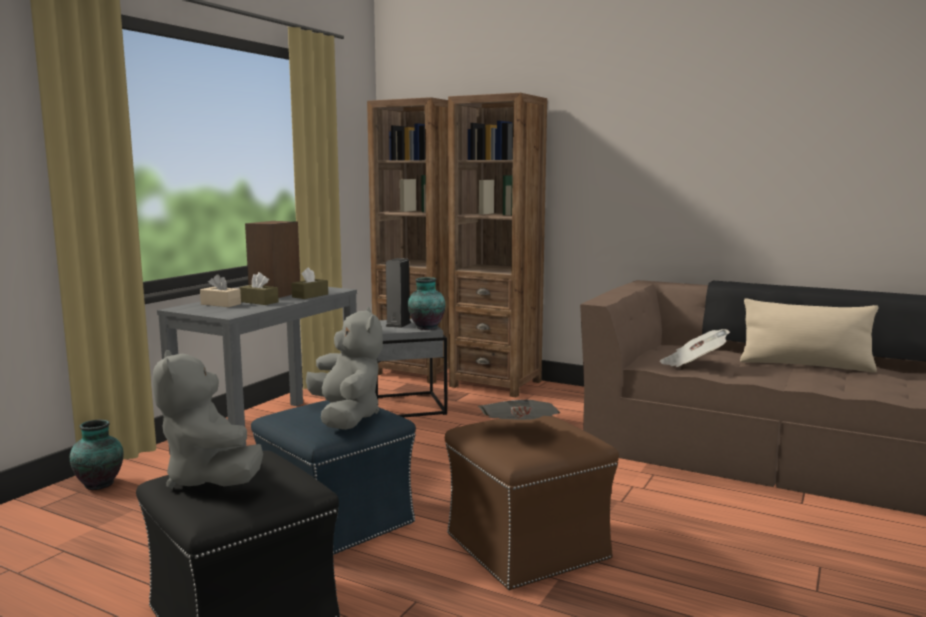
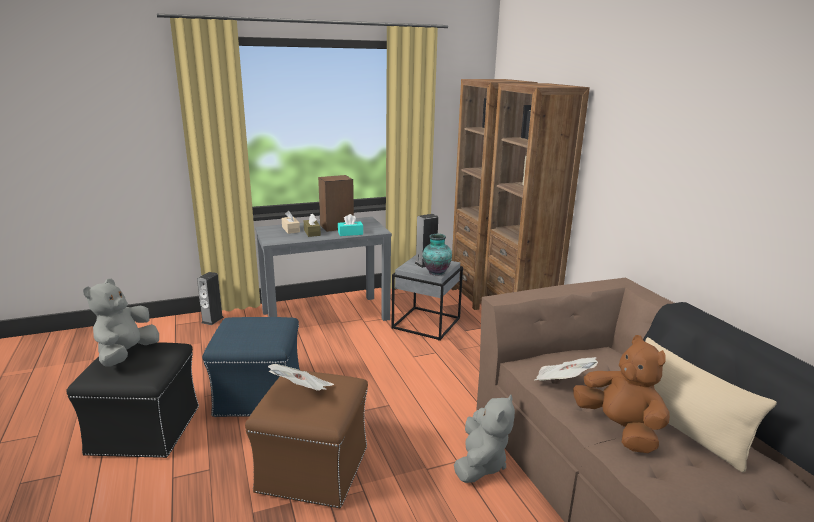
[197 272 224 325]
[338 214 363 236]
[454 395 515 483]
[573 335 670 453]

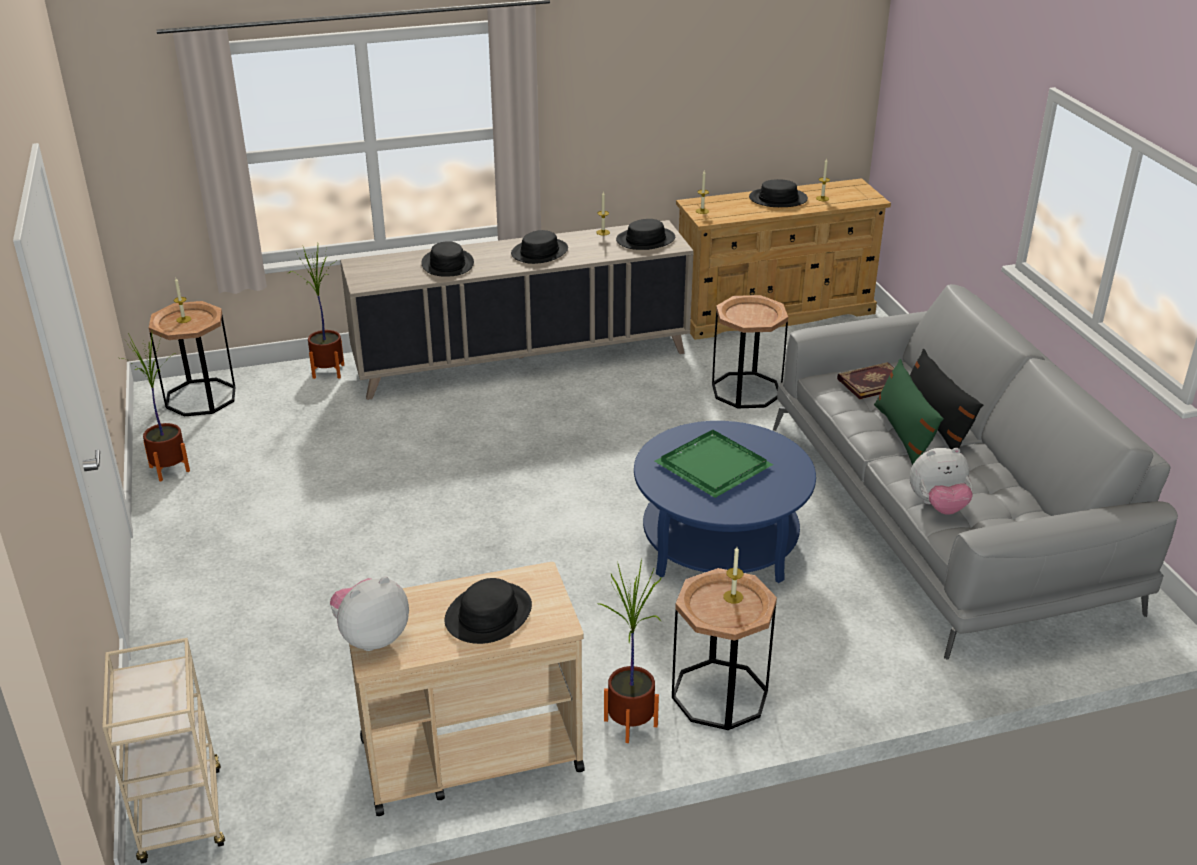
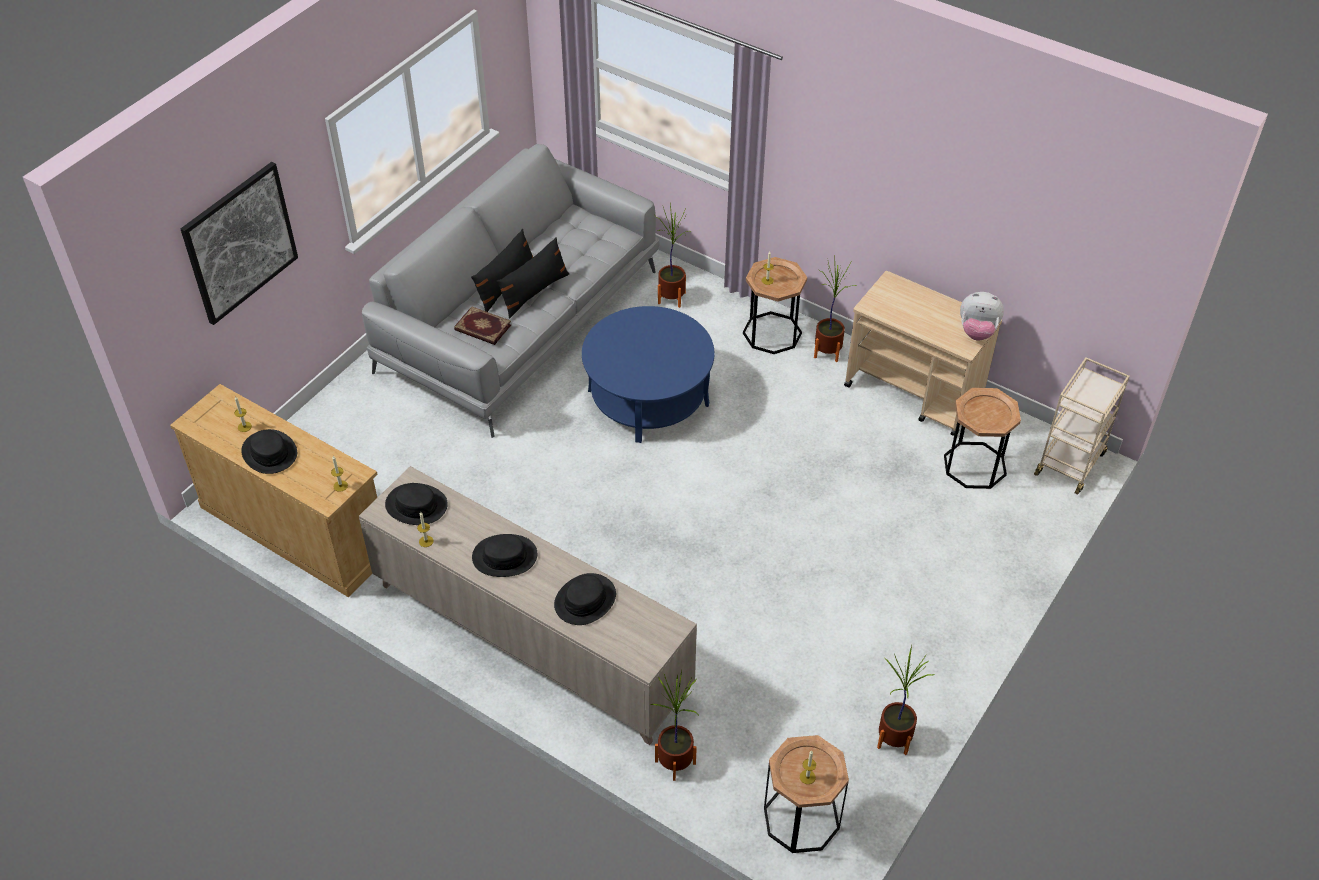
[181 162 298 325]
[496 237 569 318]
[655 202 688 308]
[944 388 1021 489]
[445 578 532 644] (first image)
[655 430 773 498] (first image)
[910 448 973 515] (first image)

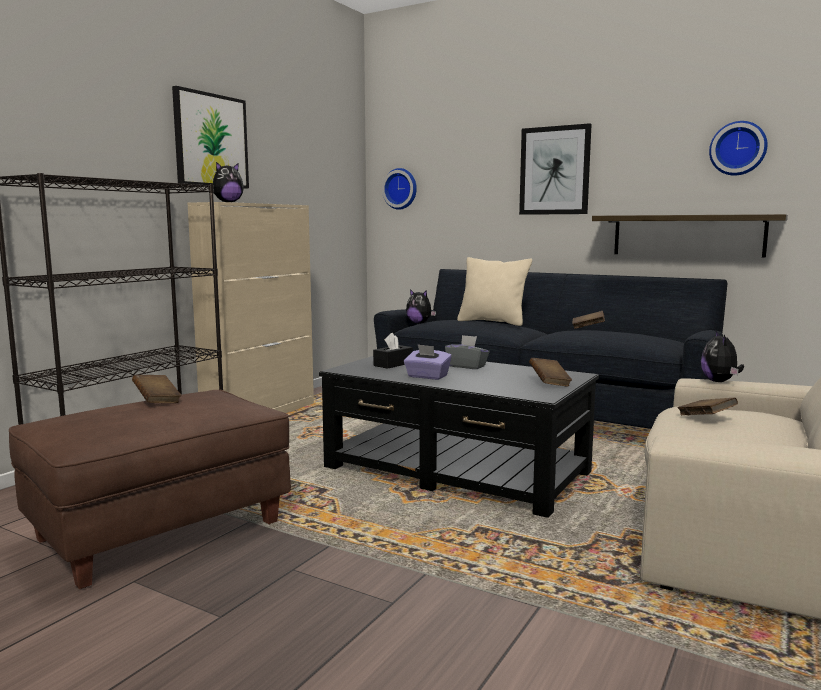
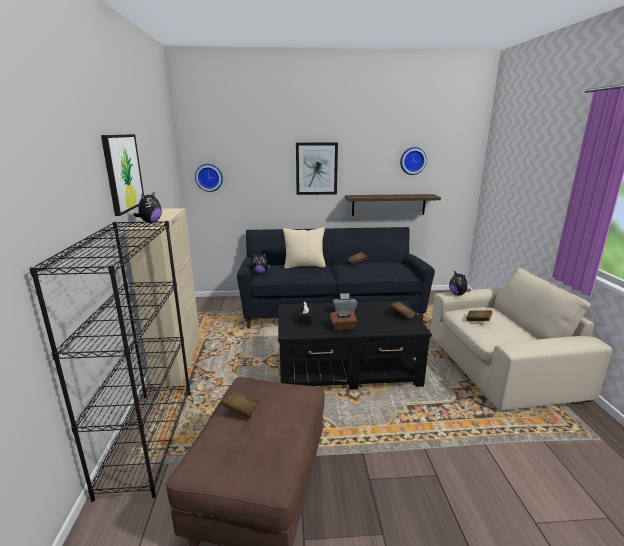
[330 310 357 330]

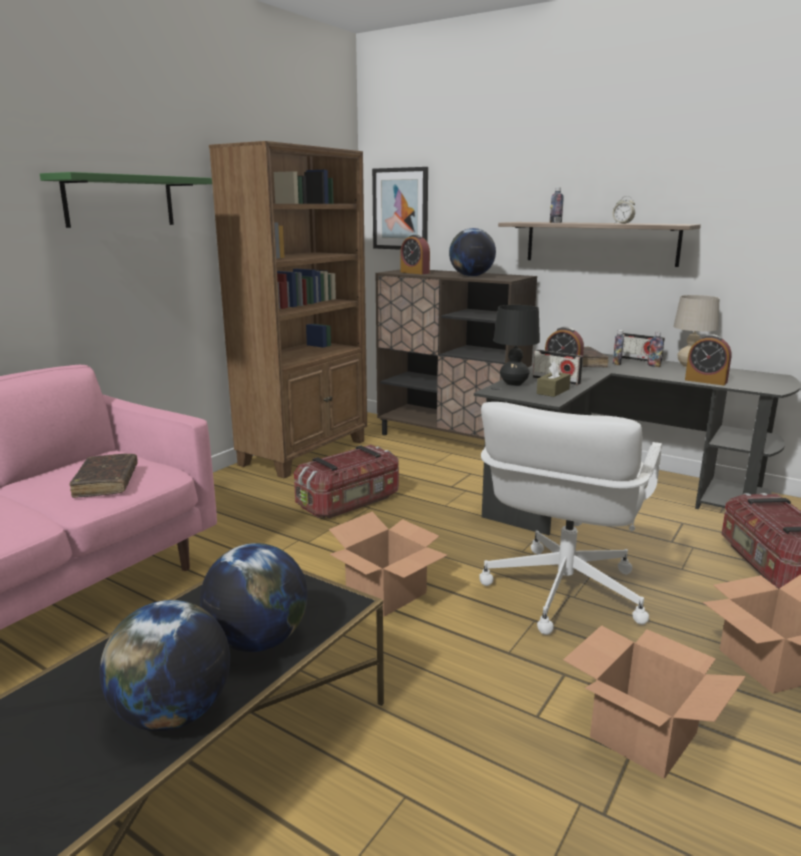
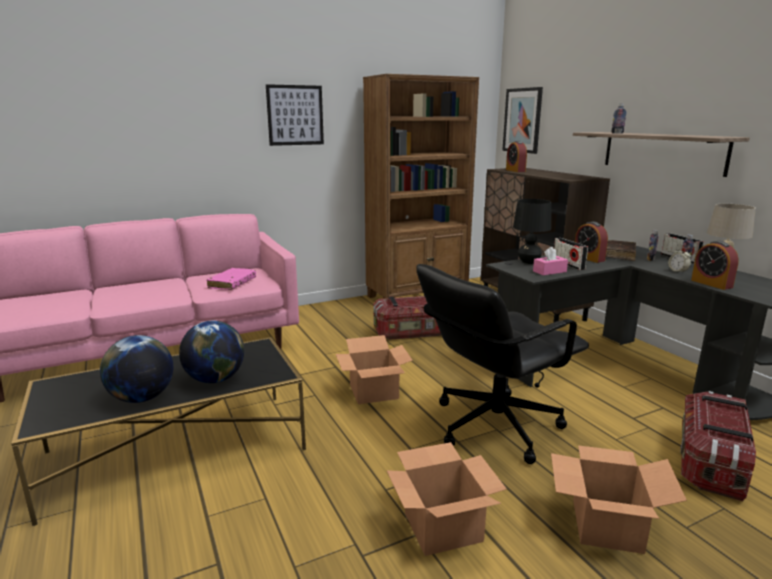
[206 268 256 290]
[266 84 324 146]
[416 264 589 464]
[533 247 568 275]
[668 248 691 272]
[449 228 496 277] (first image)

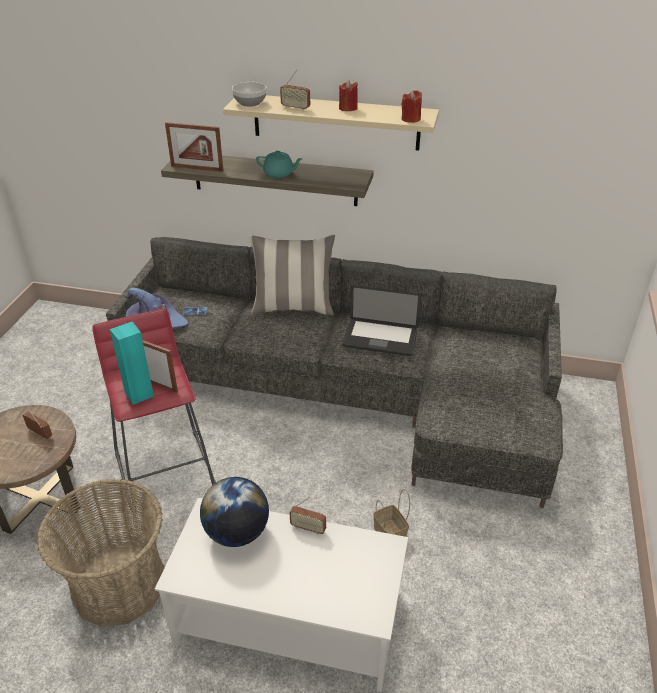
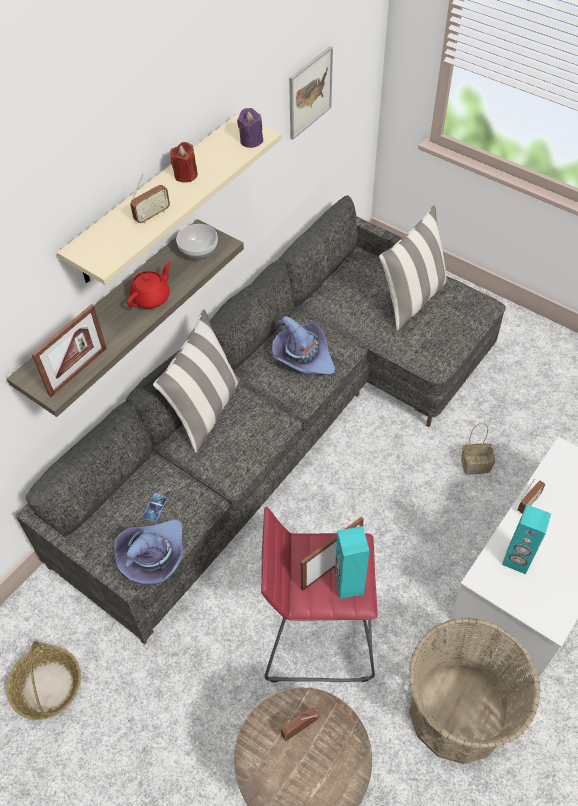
[7 641 81 720]
[127 262 171 309]
[176 224 218 260]
[237 108 263 148]
[272 316 335 376]
[289 46 333 140]
[379 205 448 331]
[502 505 551 574]

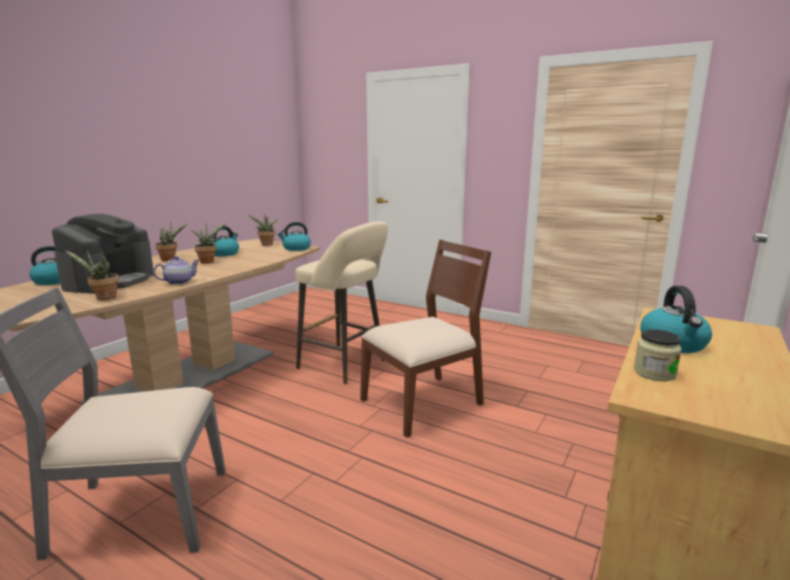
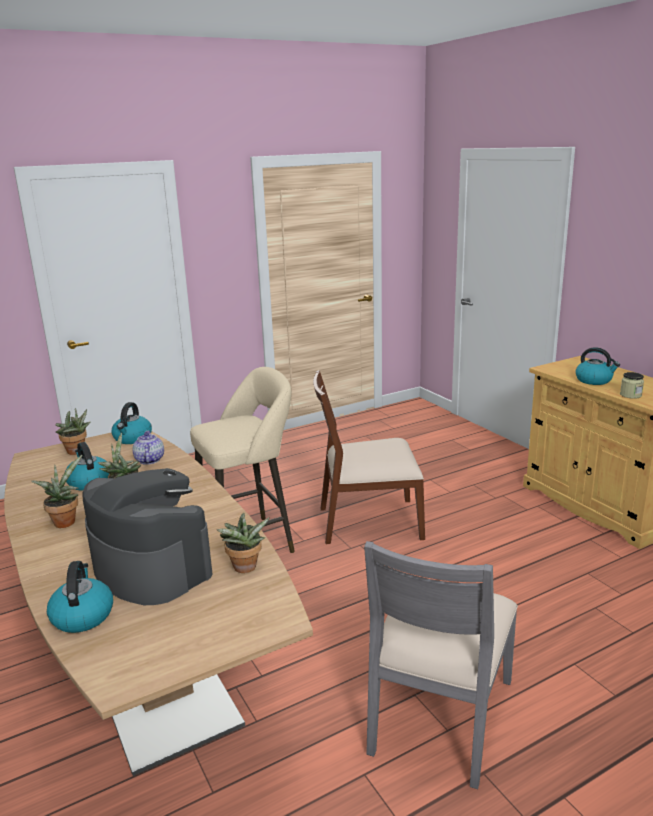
[132 431 164 465]
[313 370 425 544]

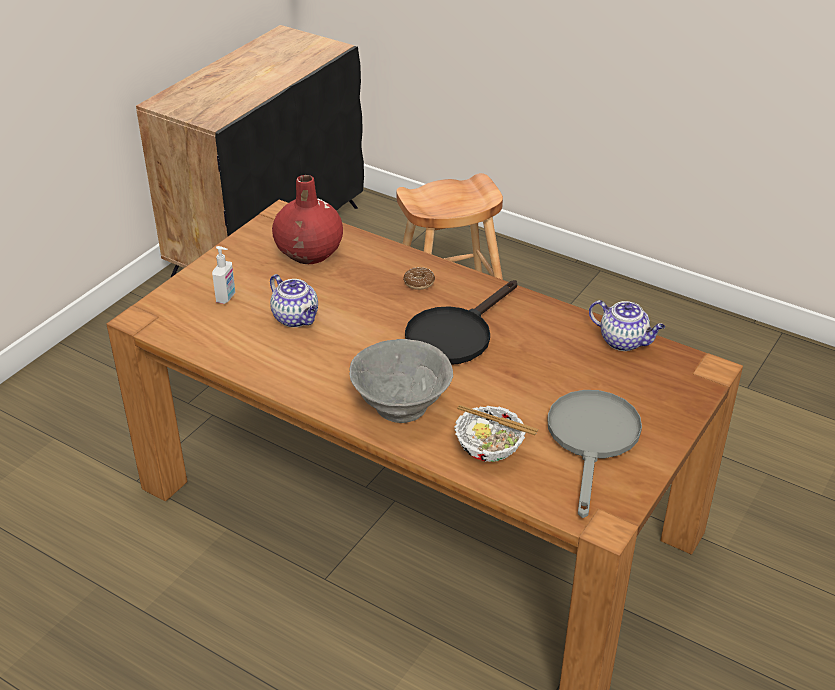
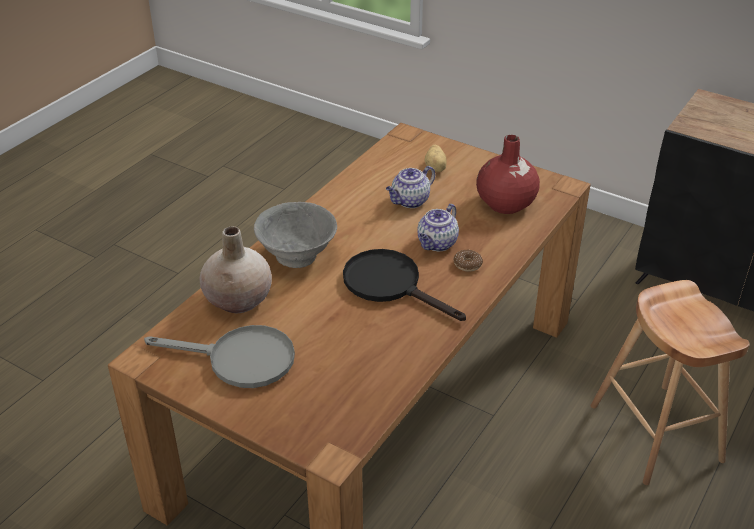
[199 226 272 313]
[417 204 459 251]
[424 145 447 172]

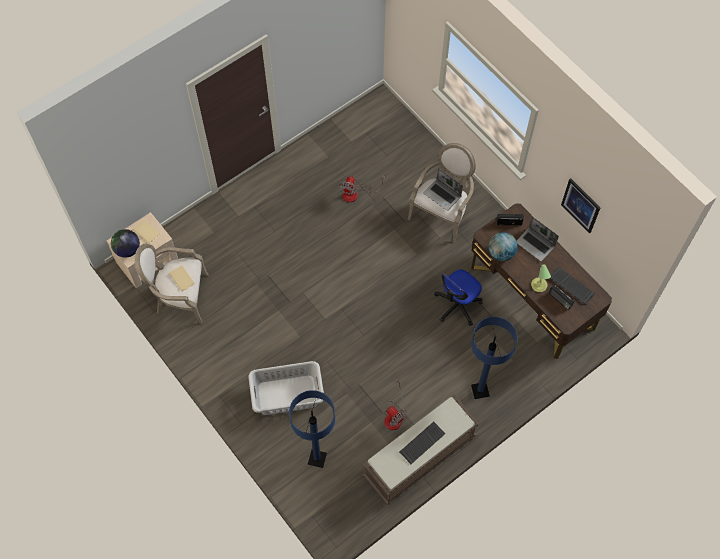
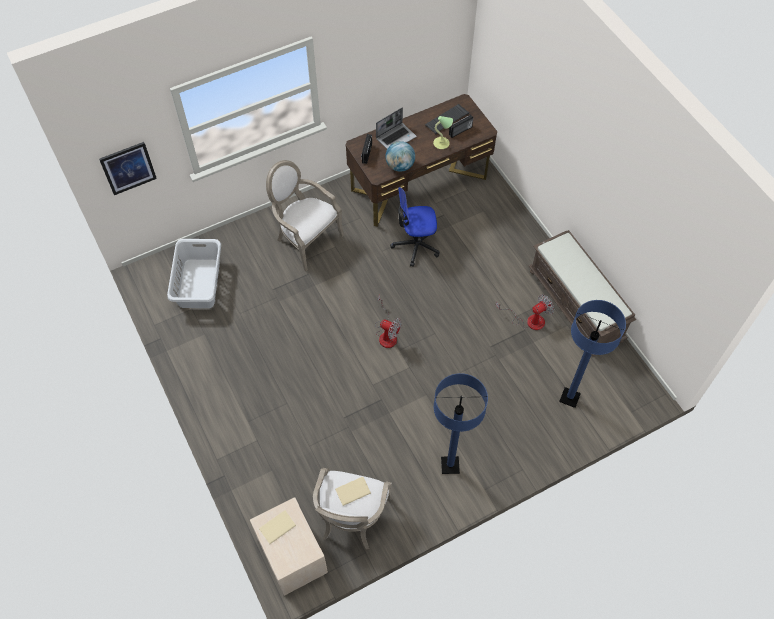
[99 142 157 195]
[167 239 221 308]
[375 295 402 348]
[390 187 440 267]
[434 373 488 474]
[111 229 140 258] (first image)
[399 422 445 464] (first image)
[423 168 463 211] (first image)

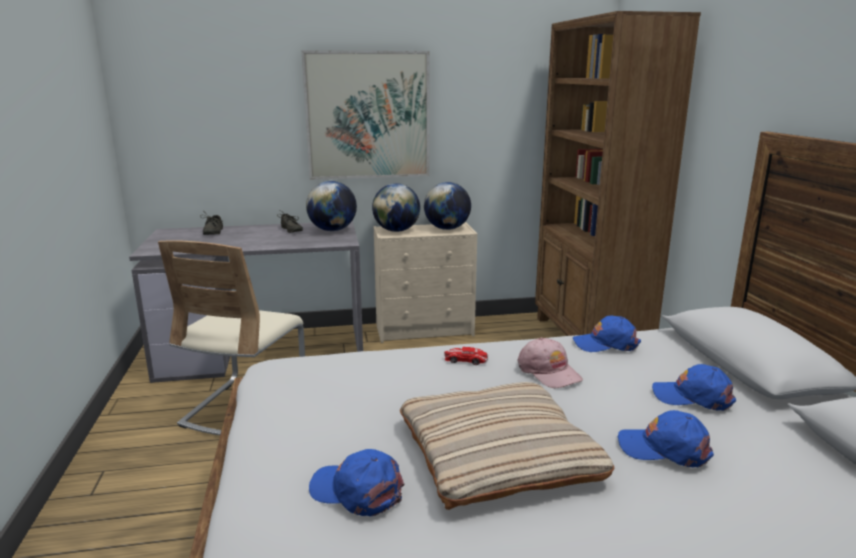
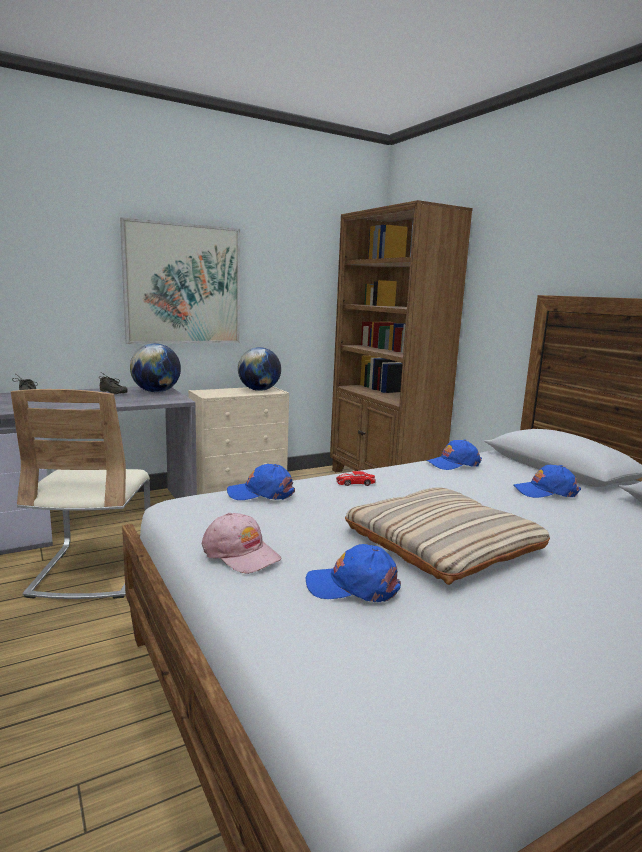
[202 513 281 574]
[227 464 295 500]
[372 183 420 232] (first image)

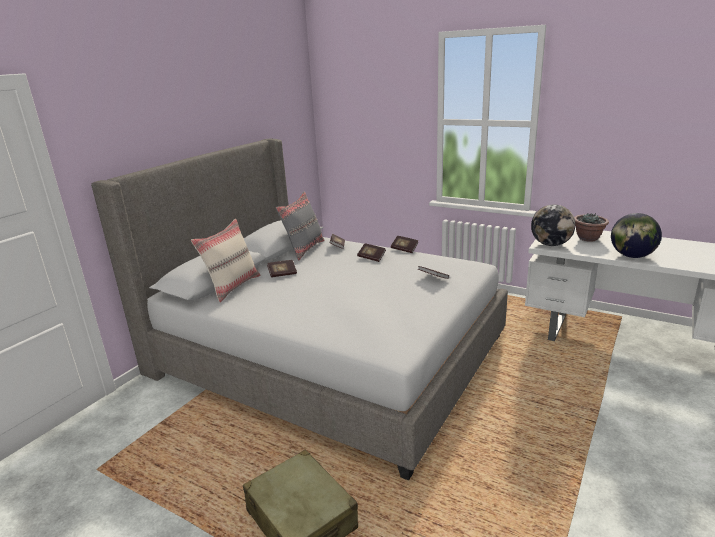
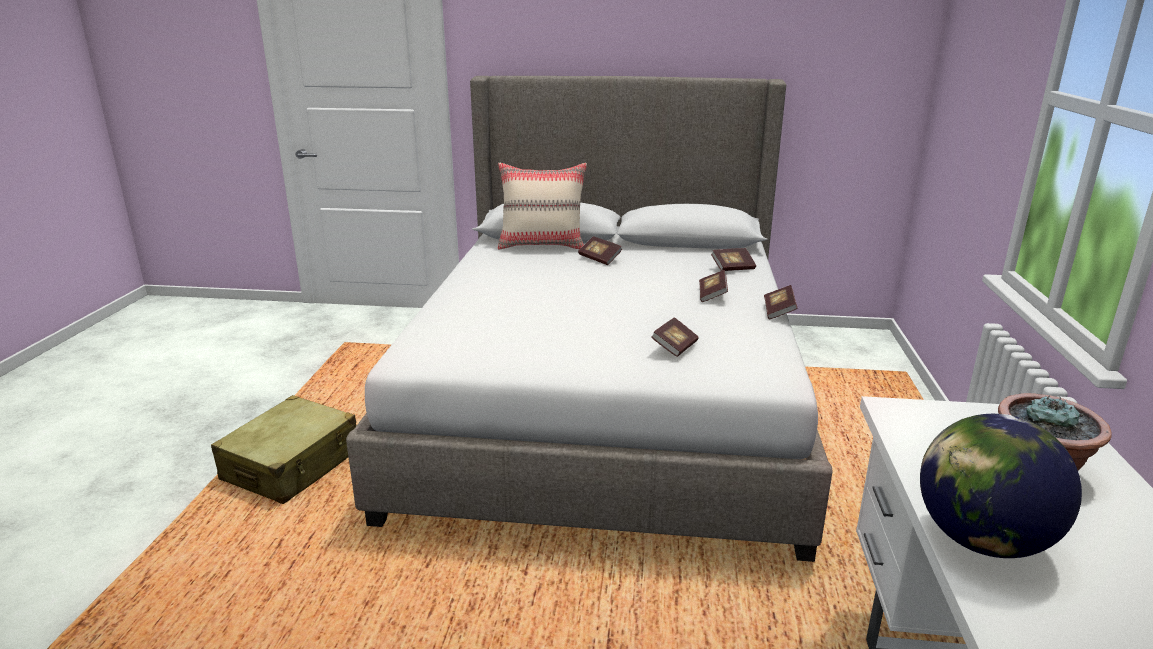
[276 192 325 260] (first image)
[531 204 575 246] (first image)

